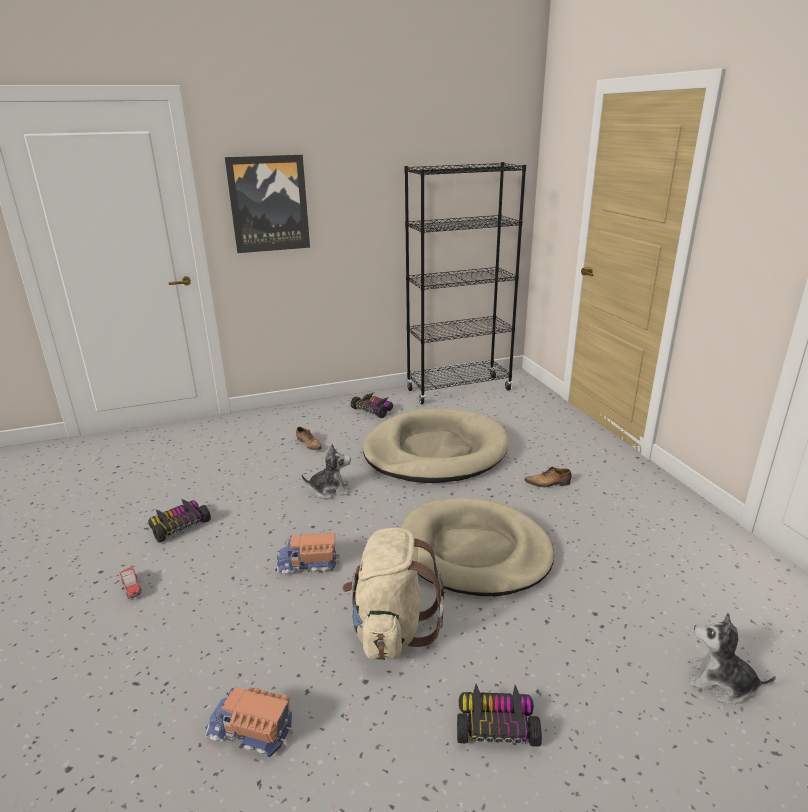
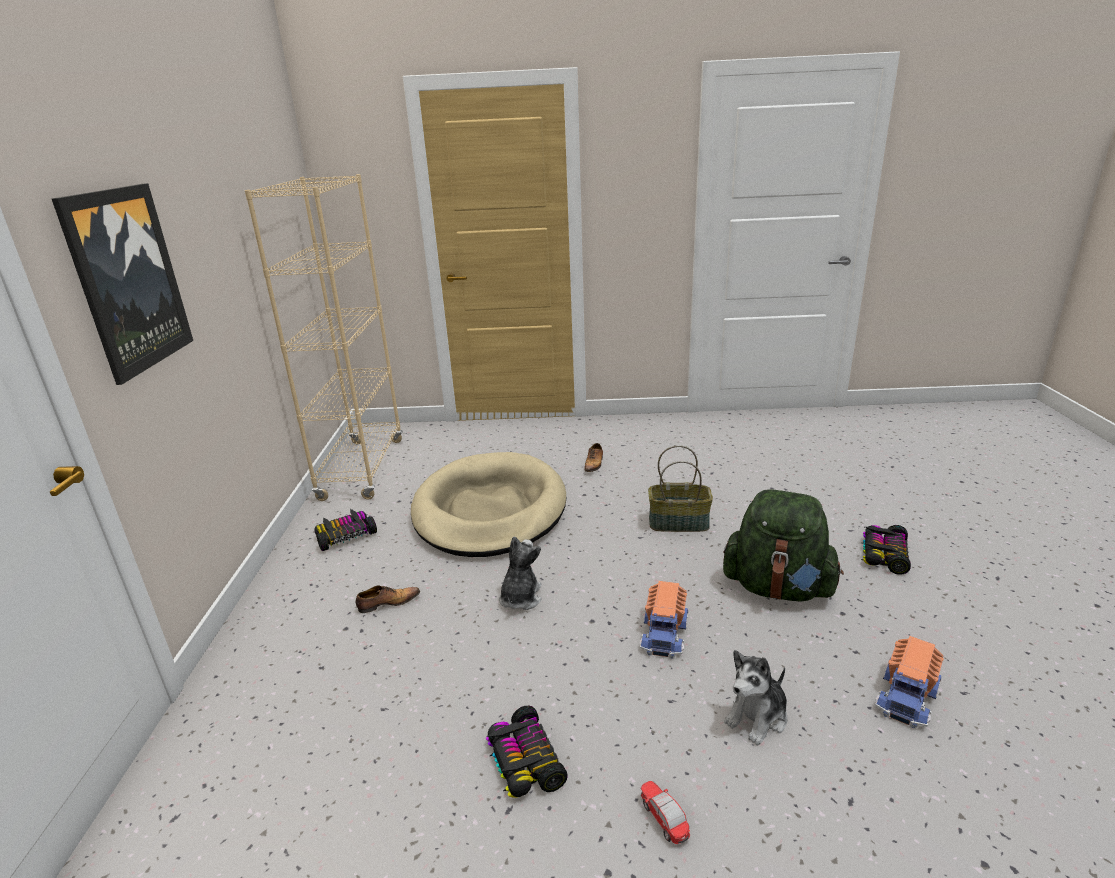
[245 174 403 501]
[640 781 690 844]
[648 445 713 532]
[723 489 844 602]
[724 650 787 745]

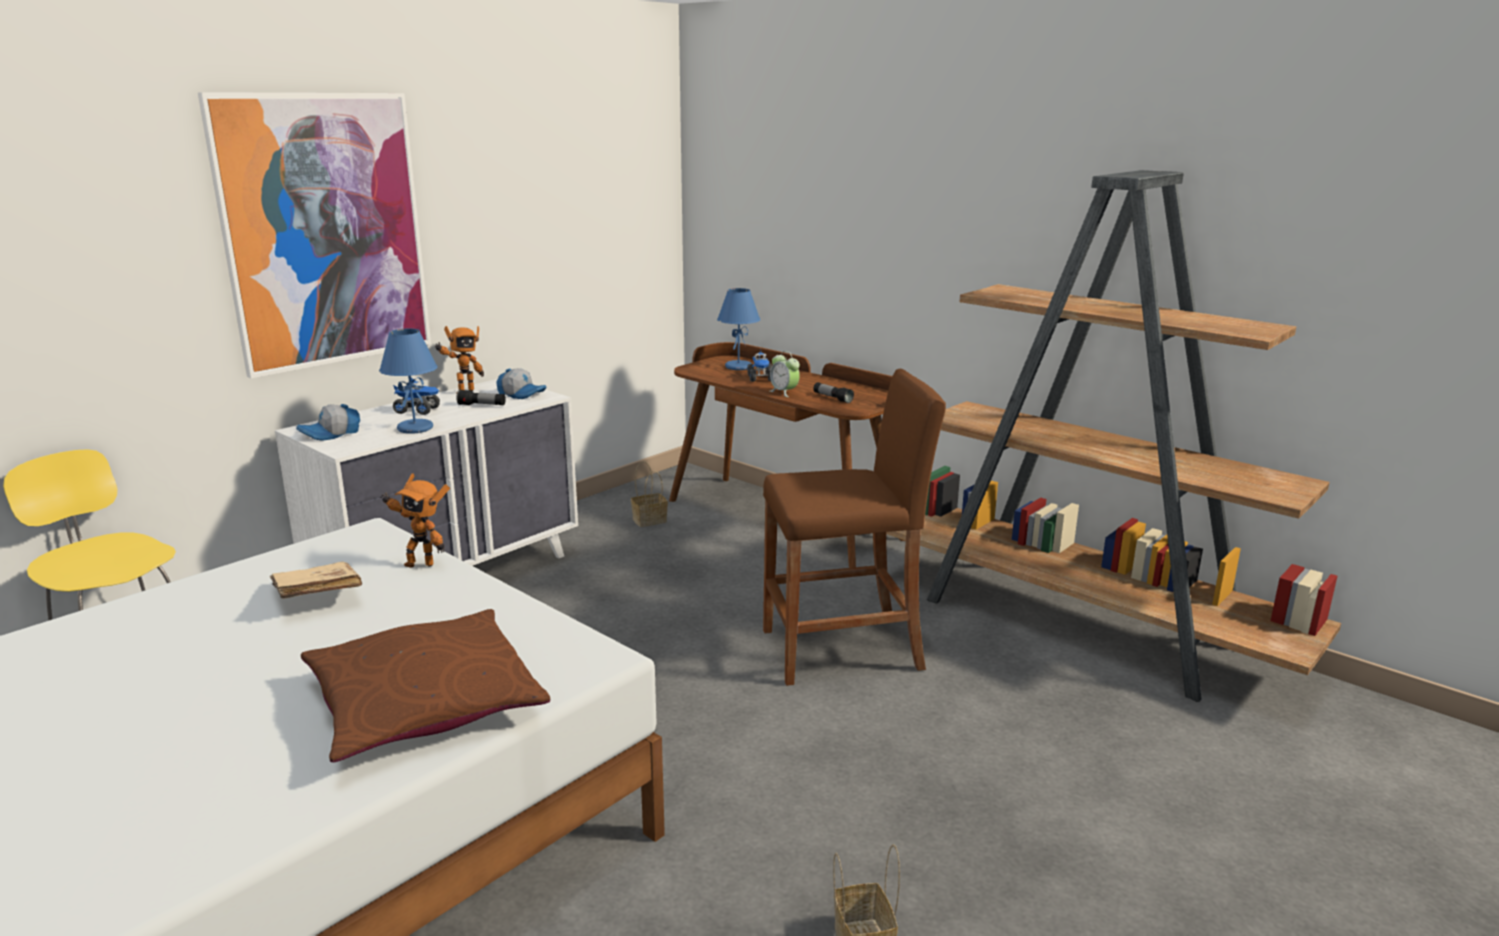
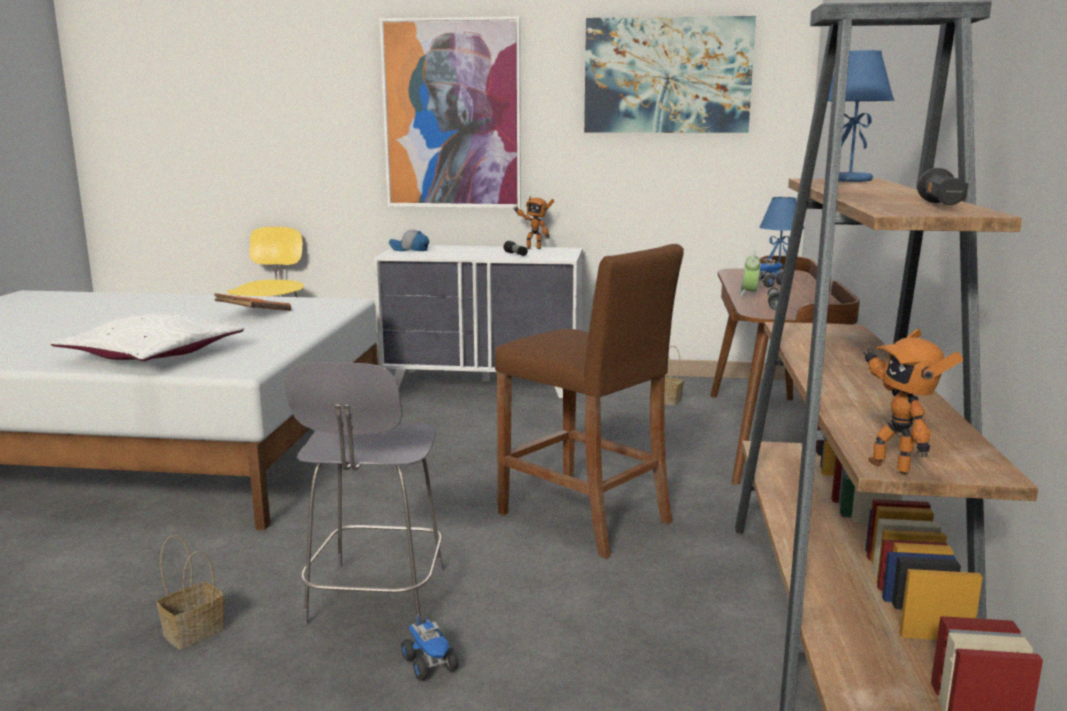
[51 314 244 361]
[214 293 292 311]
[285 362 444 626]
[401 615 459 681]
[584 16 756 133]
[828 50 894 182]
[863 329 963 474]
[917 168 969 205]
[496 368 547 399] (first image)

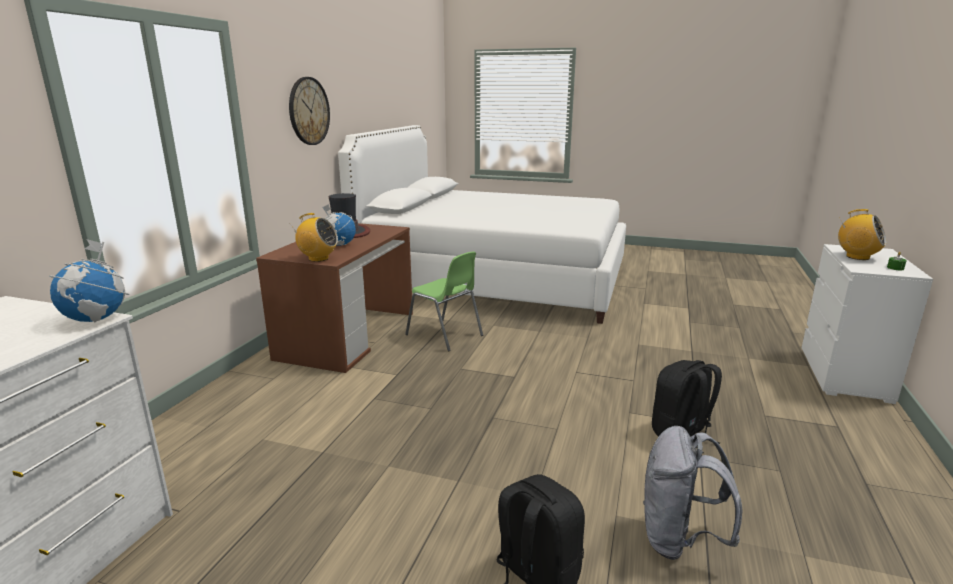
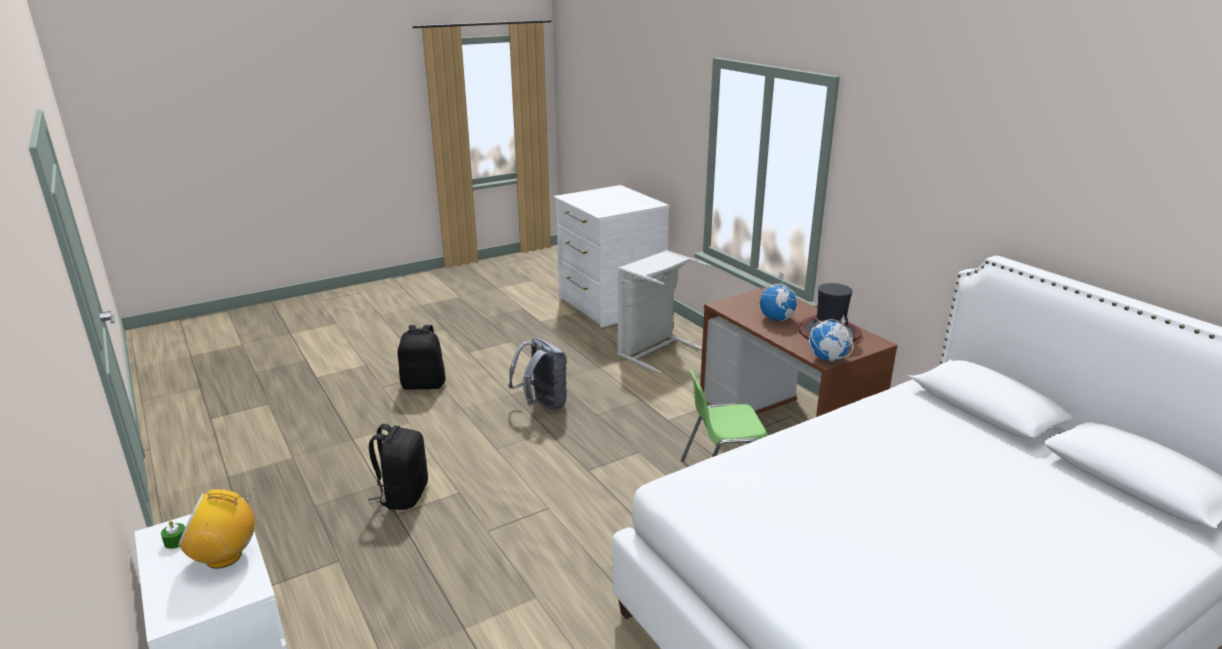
[508 338 567 410]
[618 250 711 374]
[809 314 853 361]
[289 77 330 145] (first image)
[289 213 338 262] (first image)

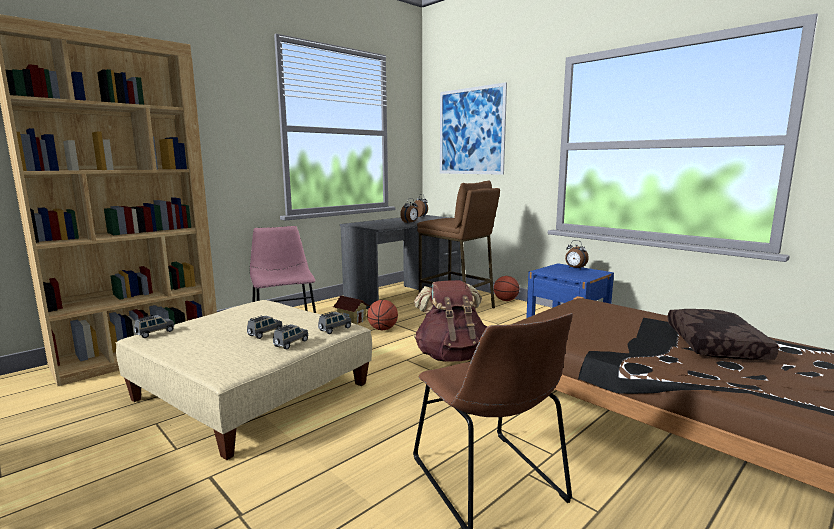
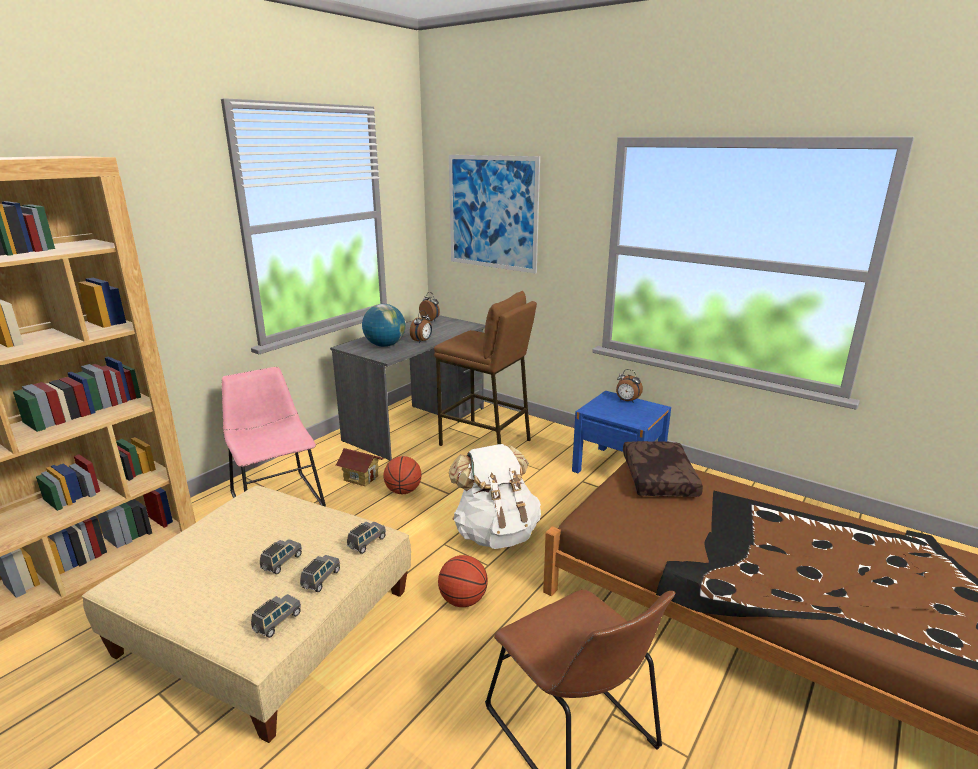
[251 594 301 638]
[362 304 405 347]
[438 555 488 607]
[449 444 541 549]
[623 441 703 497]

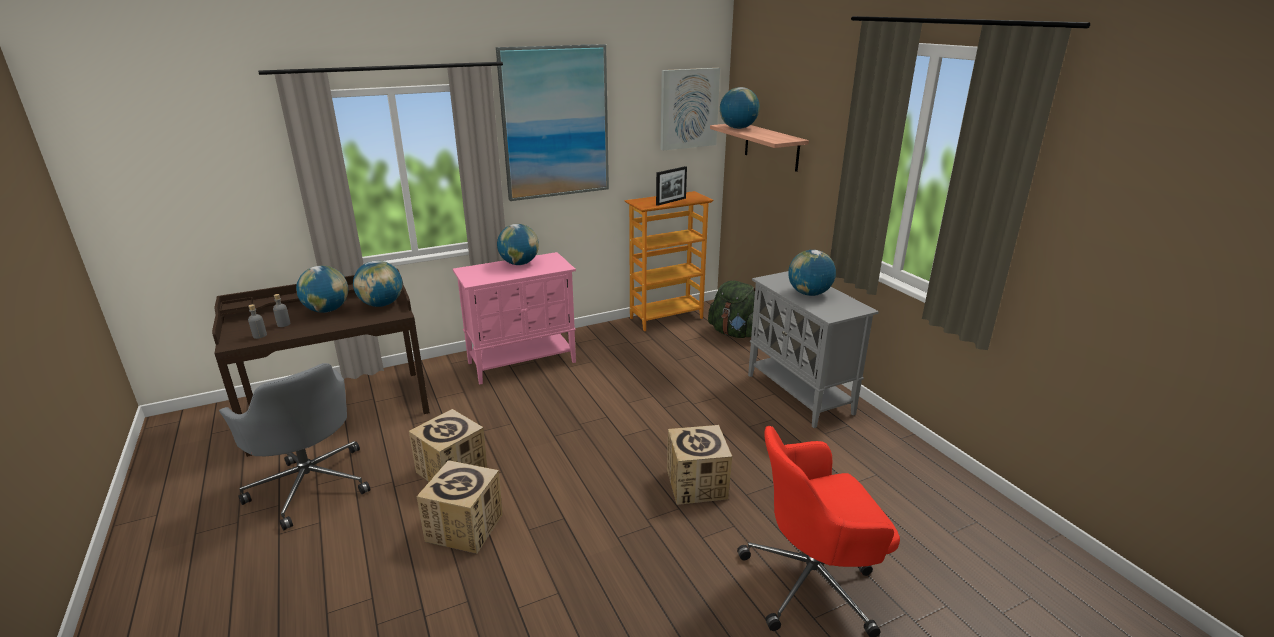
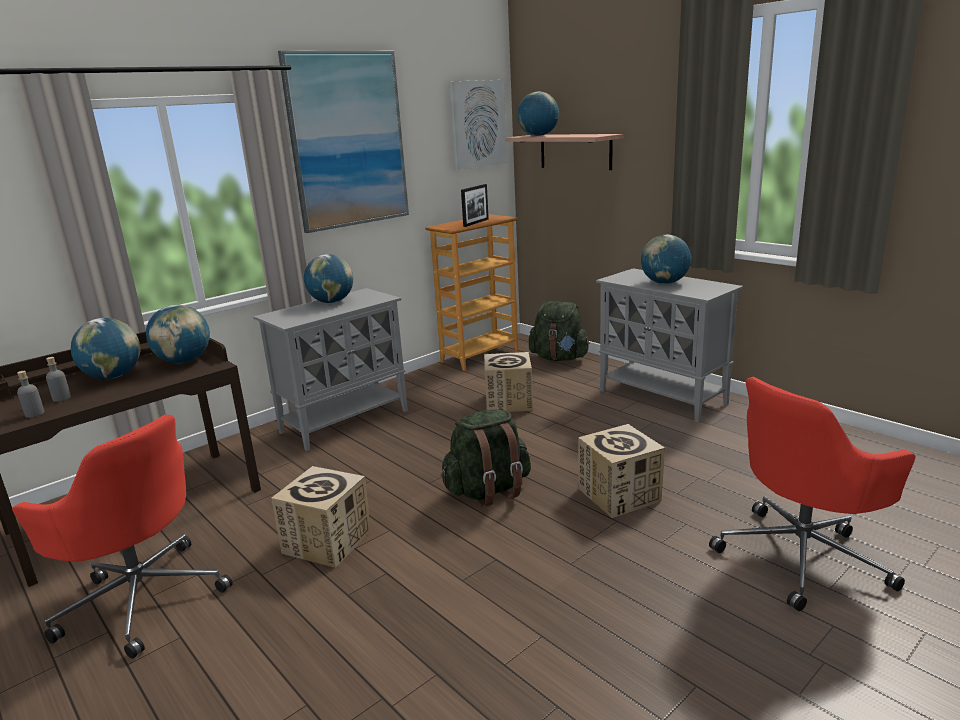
[12 415 233 659]
[253 288 408 451]
[441 410 531 507]
[484 352 533 412]

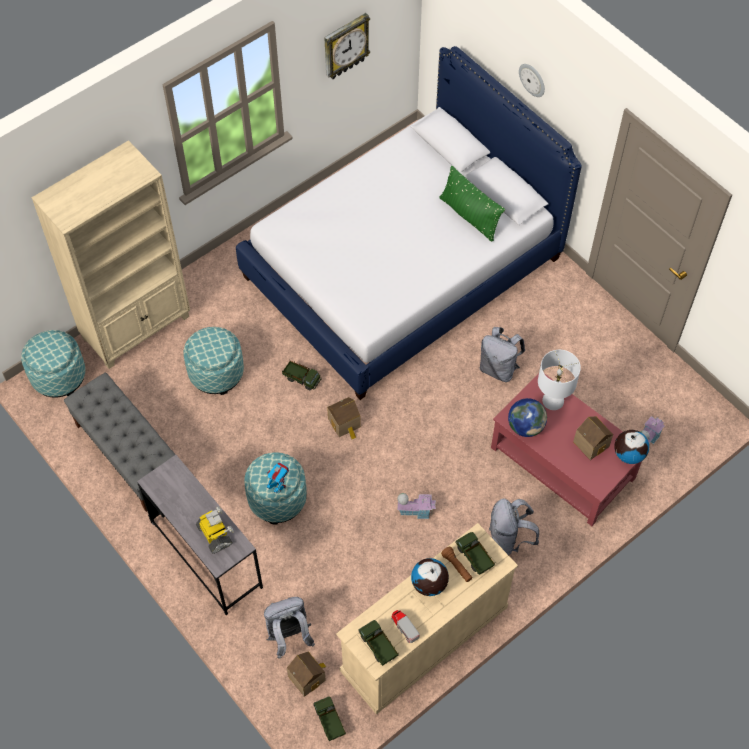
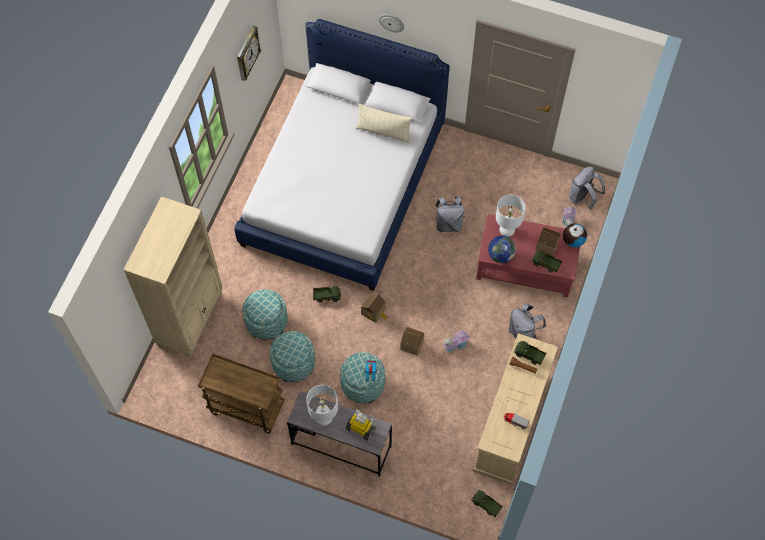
[198 354 285 434]
[270 331 315 382]
[306 385 338 426]
[356 104 413 143]
[400 327 424 355]
[531 250 563 273]
[569 167 605 209]
[411 558 449 596] (first image)

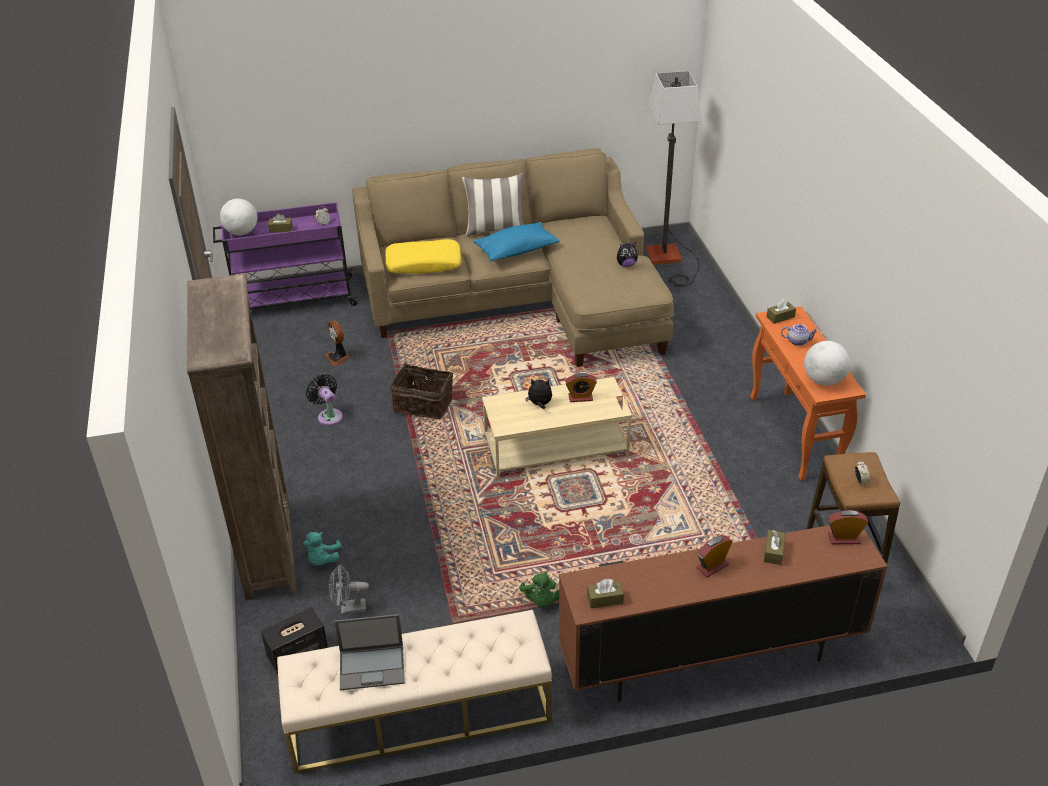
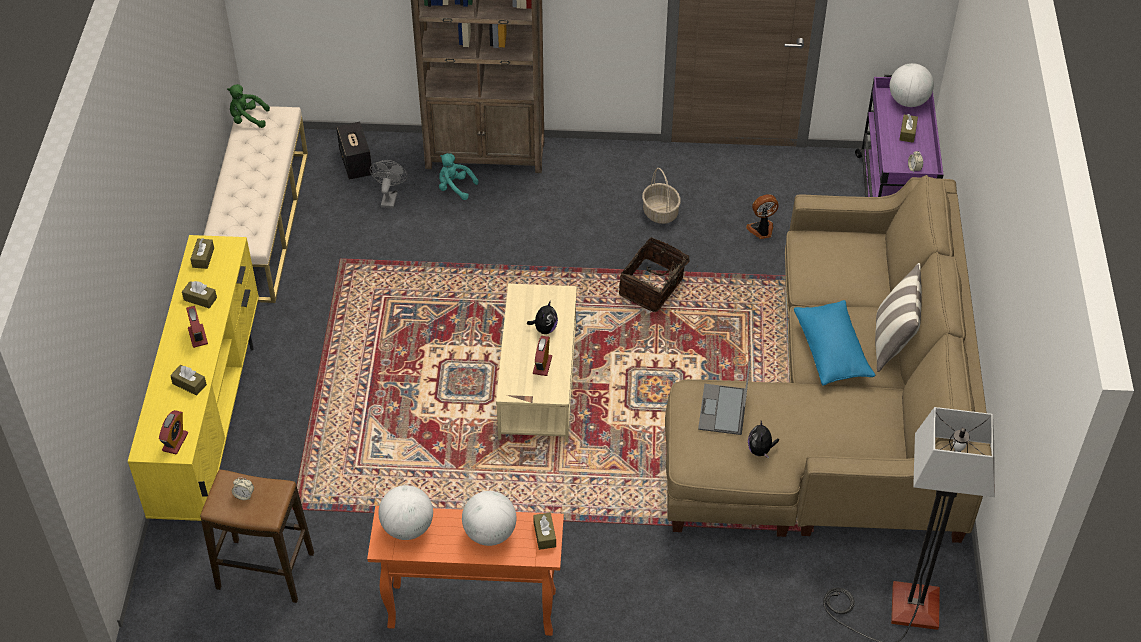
[128 235 259 521]
[182 281 217 308]
[227 84 270 128]
[462 491 516 546]
[642 168 681 224]
[698 361 750 435]
[385 239 462 274] (first image)

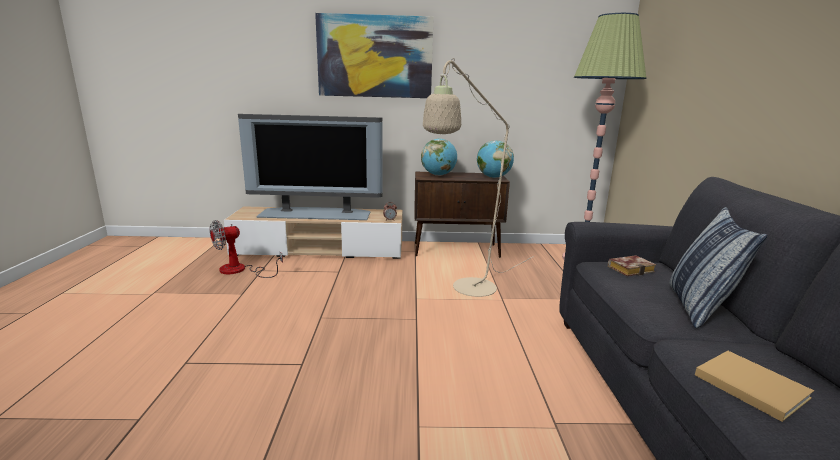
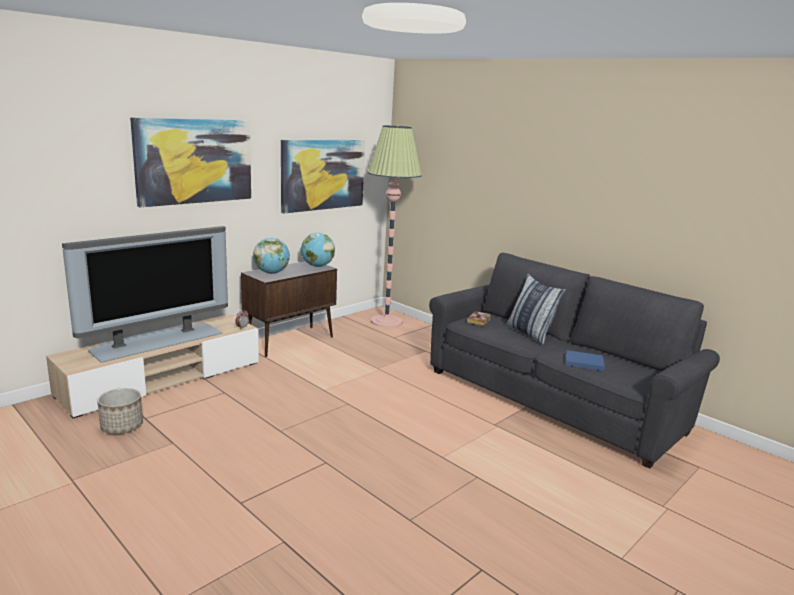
[97 388 143 434]
[281 140 365 213]
[566 350 605 371]
[423 58 534 297] (first image)

